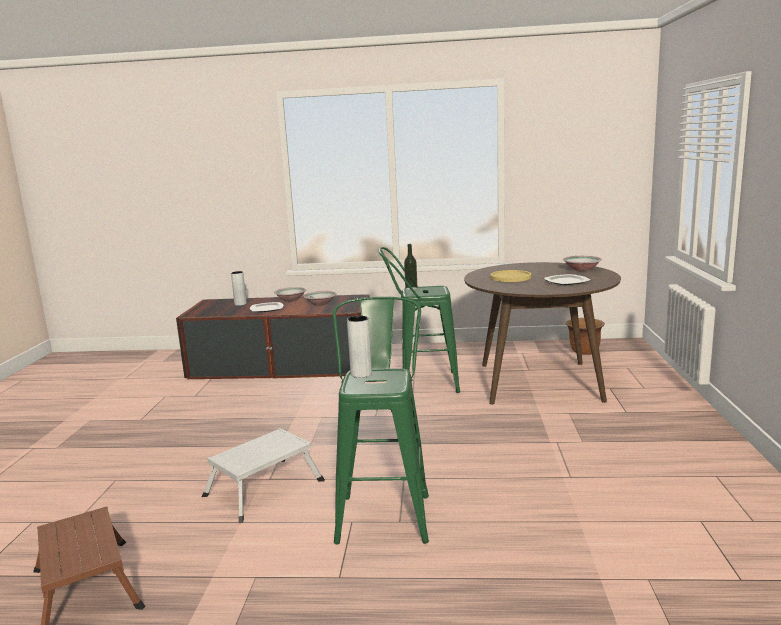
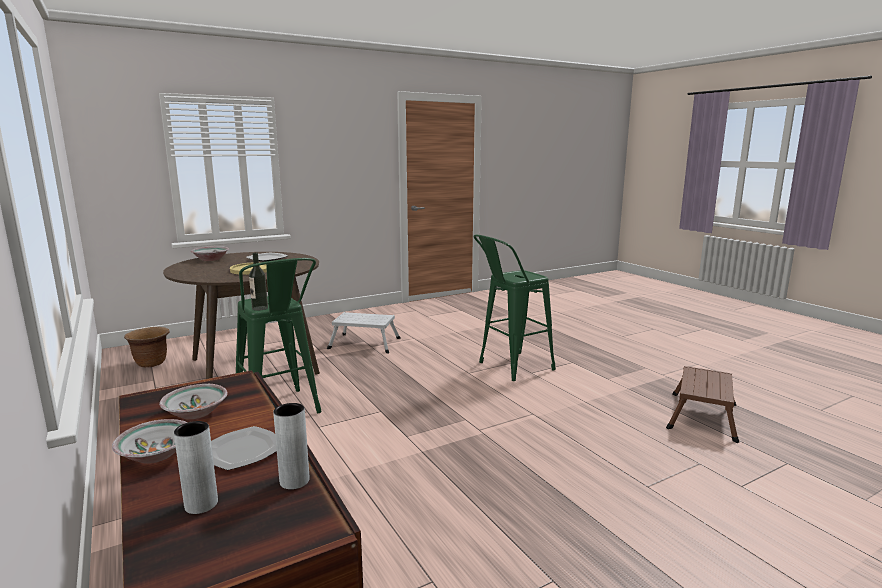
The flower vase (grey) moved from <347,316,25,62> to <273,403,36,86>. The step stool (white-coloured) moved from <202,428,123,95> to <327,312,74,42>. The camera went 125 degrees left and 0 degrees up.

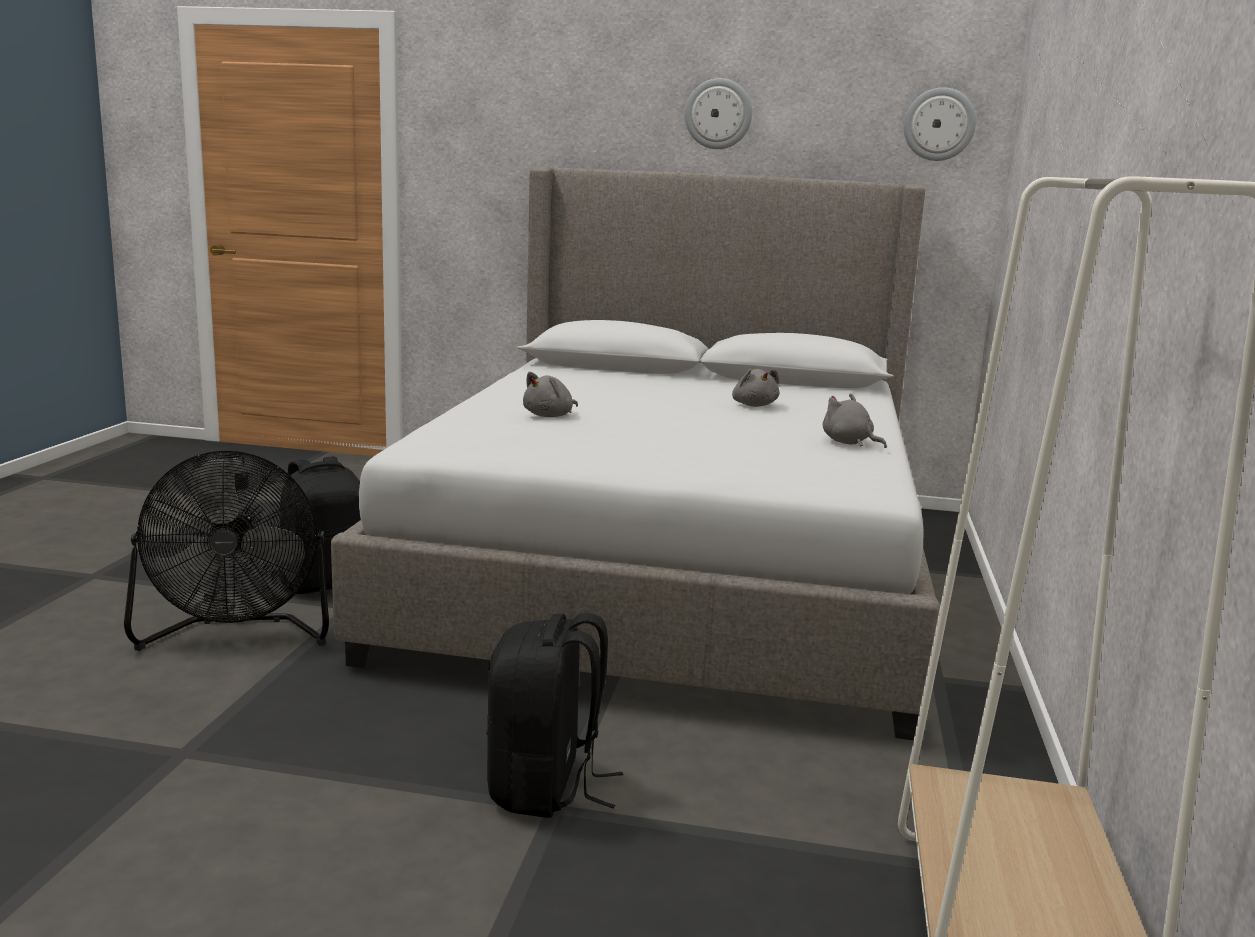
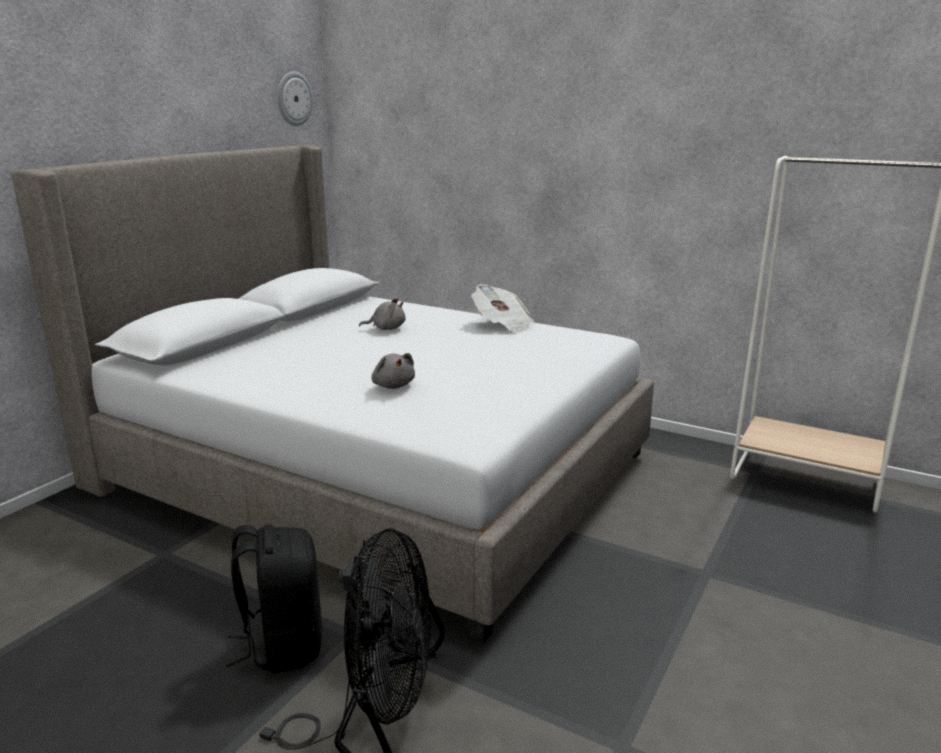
The soft toy (grey) at <823,393,64,55> was replaced by the printed paper at <471,284,63,49>. The knapsack (blackish) at <486,613,137,205> disappeared. The clock on the wall at <685,78,67,71> disappeared. The camera went 70 degrees left and 5 degrees up.

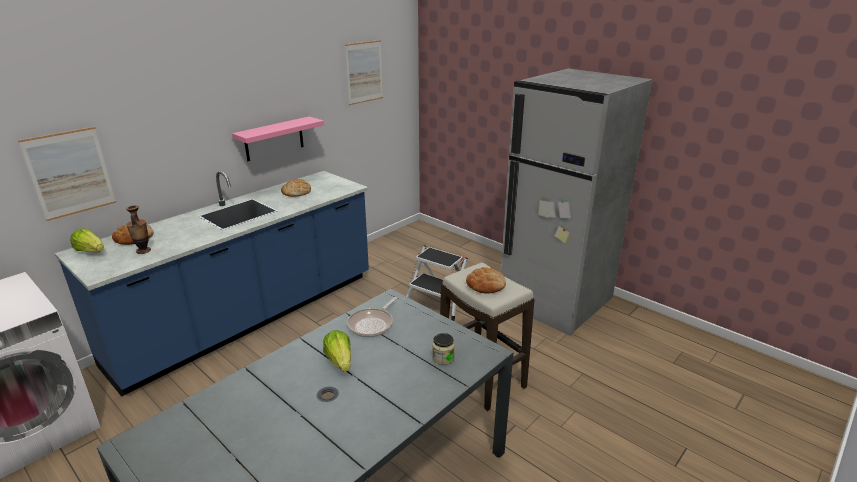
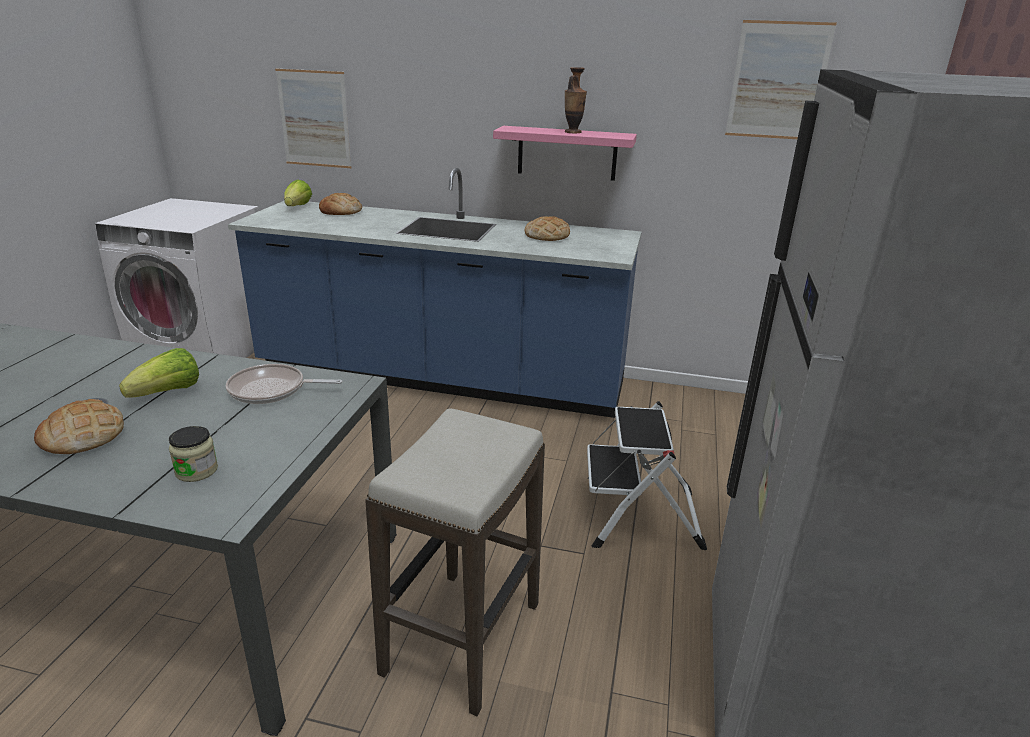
The bakery bread moved from <466,267,40,27> to <34,399,90,55>. The flower vase moved from <126,205,25,49> to <565,67,22,66>. The camera went 60 degrees right and 0 degrees up.

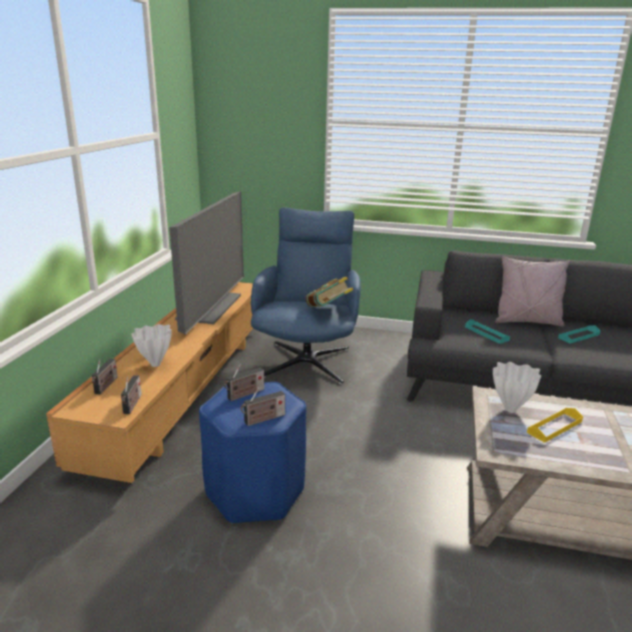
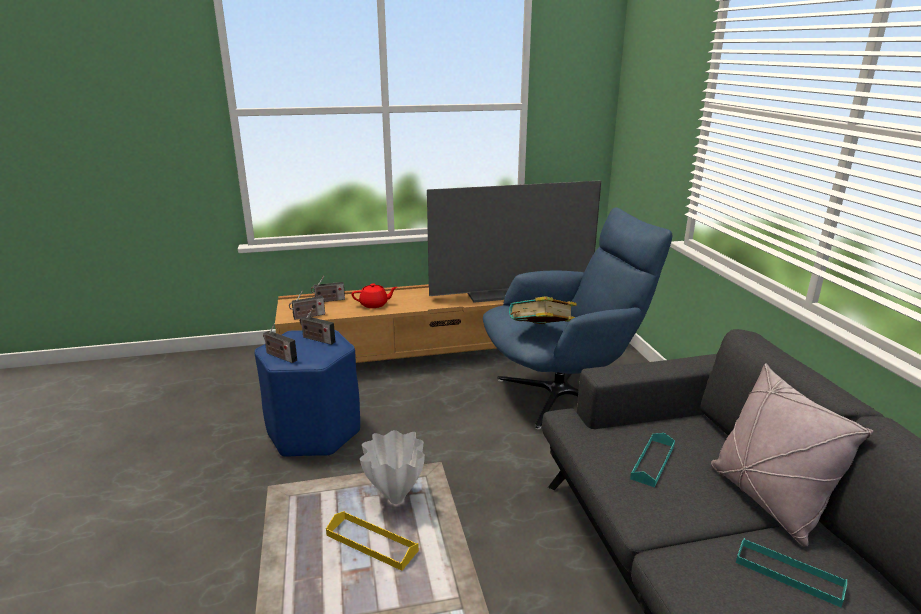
The flower vase (white-coloured) at <132,324,40,43> was replaced by the pot for tea (red-coloured) at <351,283,46,25>. The camera went 65 degrees right and 0 degrees up.

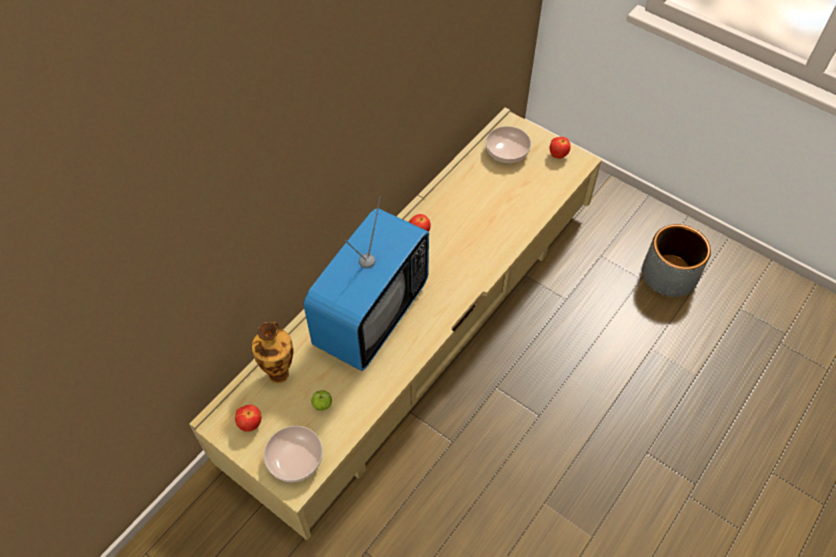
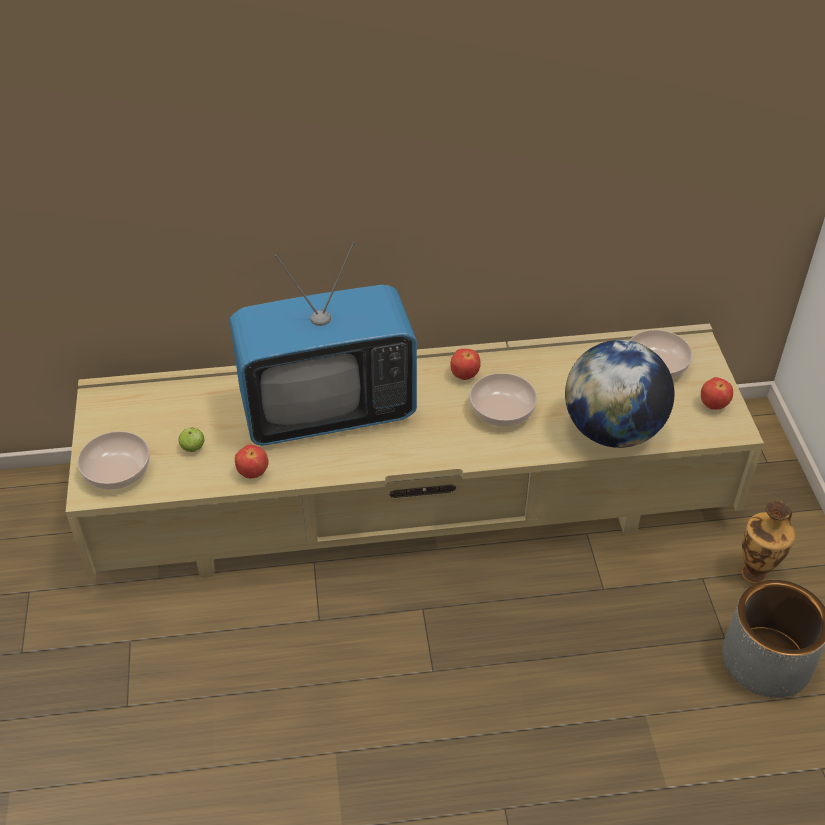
The whole apple moved from <235,405,27,27> to <235,444,34,35>. The bowl at <470,373,67,54> appeared. The desk globe at <565,340,109,108> appeared. The flower vase moved from <252,322,41,61> to <741,500,54,84>. The camera went 45 degrees right and 10 degrees down.

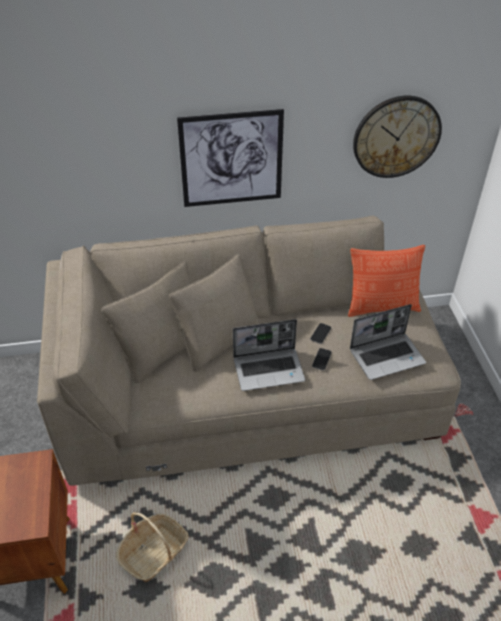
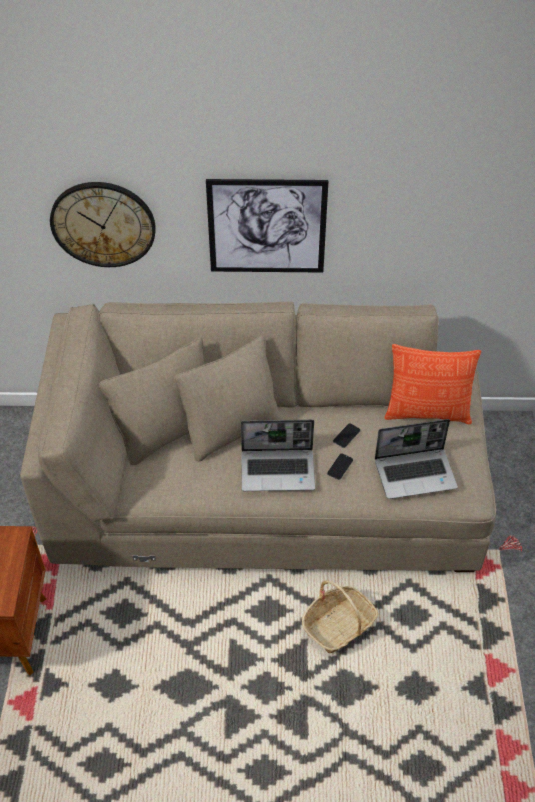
The clock on the wall moved from <353,96,89,82> to <50,182,106,85>. The basket moved from <116,512,73,70> to <302,580,76,73>. The camera went 10 degrees right and 5 degrees up.

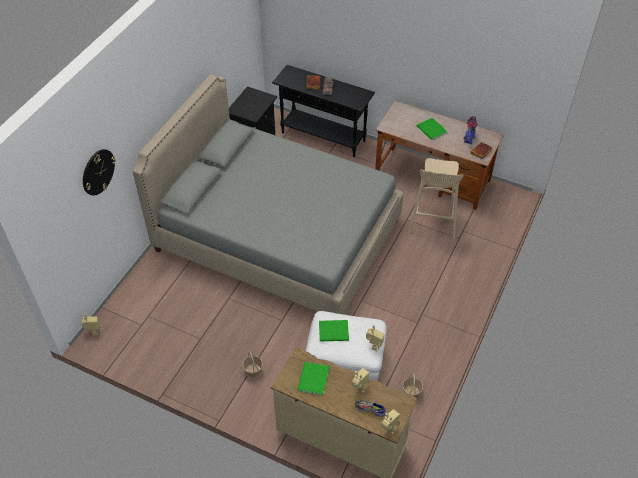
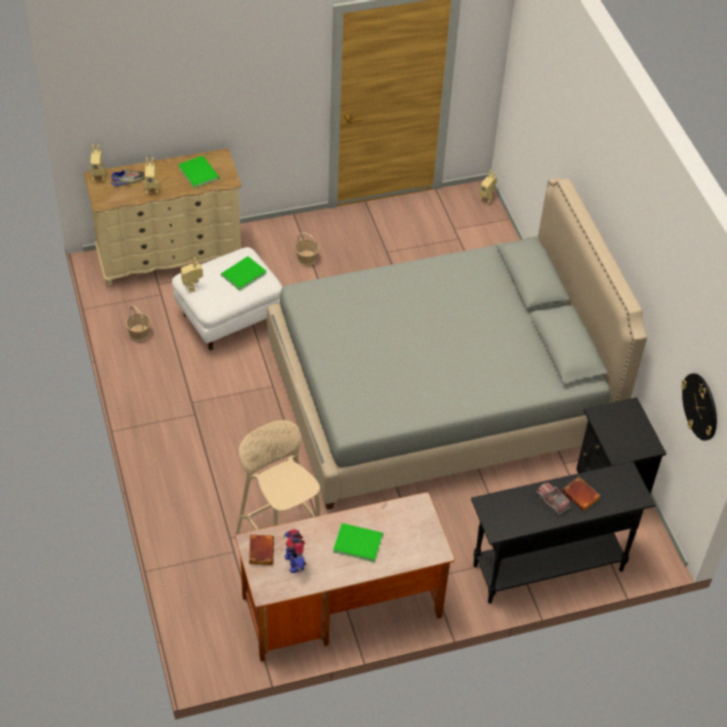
The clock on the wall moved from <83,149,33,47> to <681,373,36,68>. The camera went 135 degrees right and 0 degrees up.

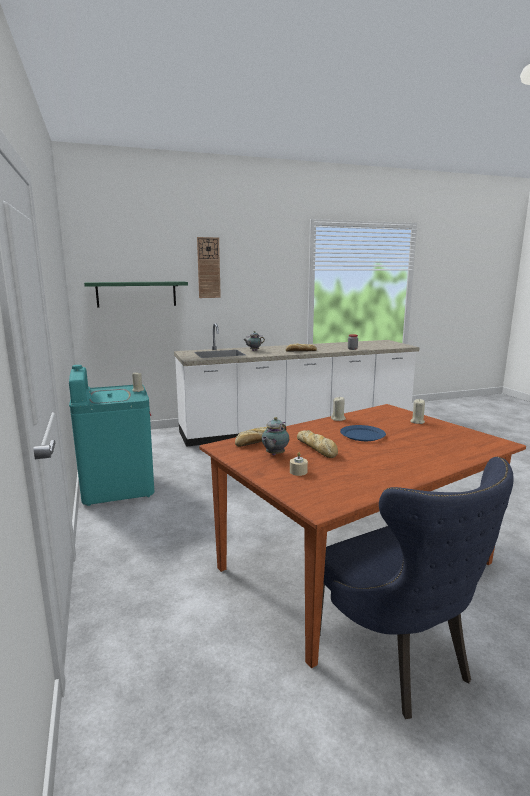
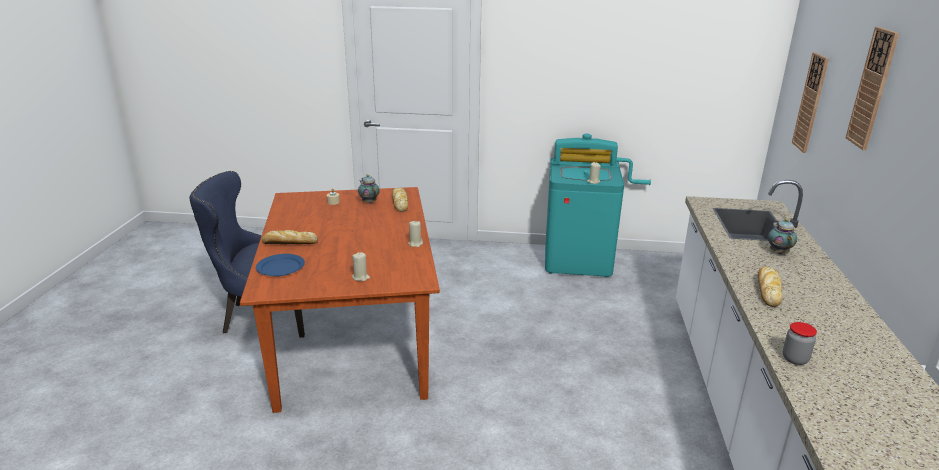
The flat dish (blue) moved from <340,425,46,16> to <256,254,49,22>. The bakery bread moved from <297,430,41,28> to <262,230,56,14>. The wall shelf (greenish) at <84,281,104,27> was replaced by the clock on the wall at <792,52,37,101>. The camera went 115 degrees right and 10 degrees up.

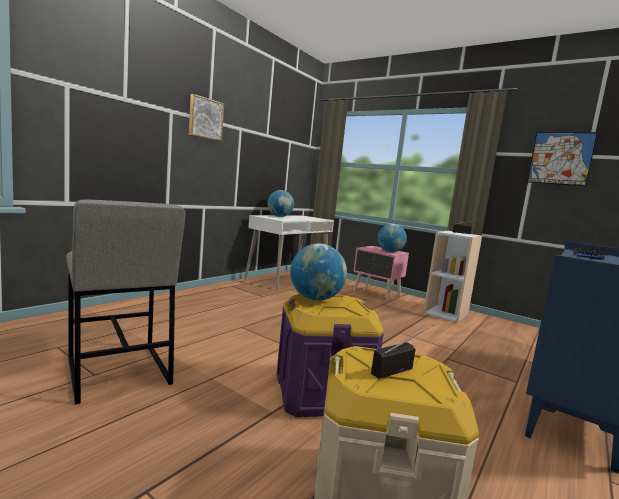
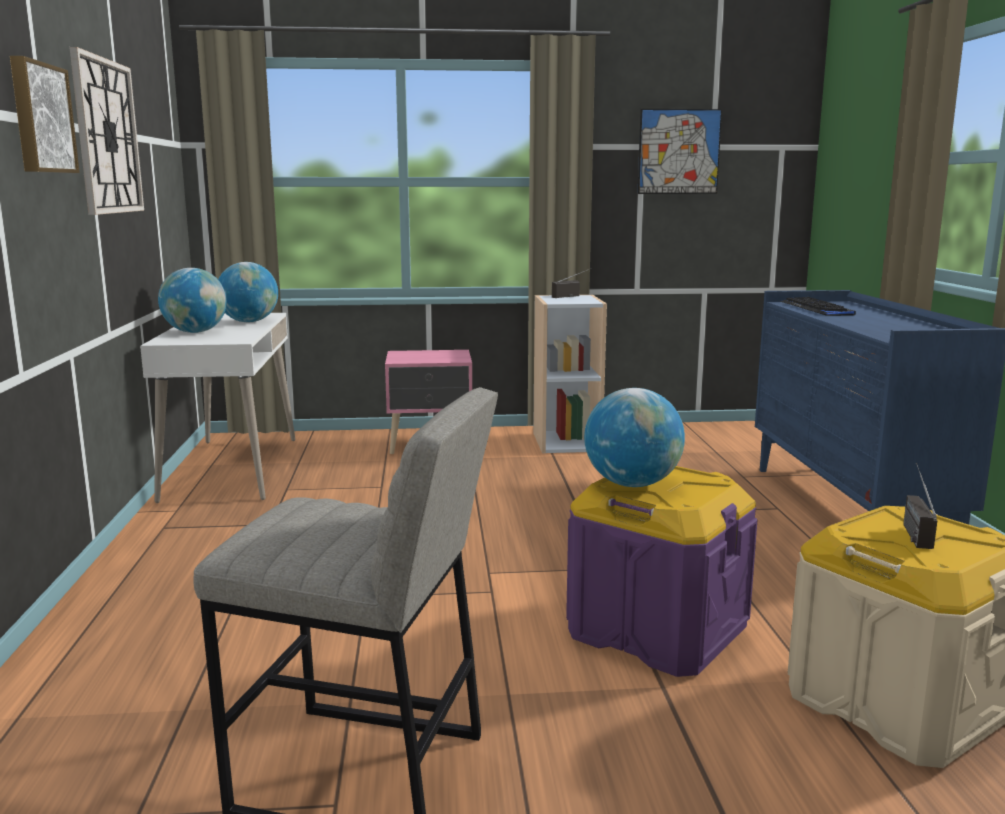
The clock on the wall at <69,47,75,168> appeared. The desk globe moved from <378,224,29,28> to <218,262,60,60>. The camera went 40 degrees left and 5 degrees up.

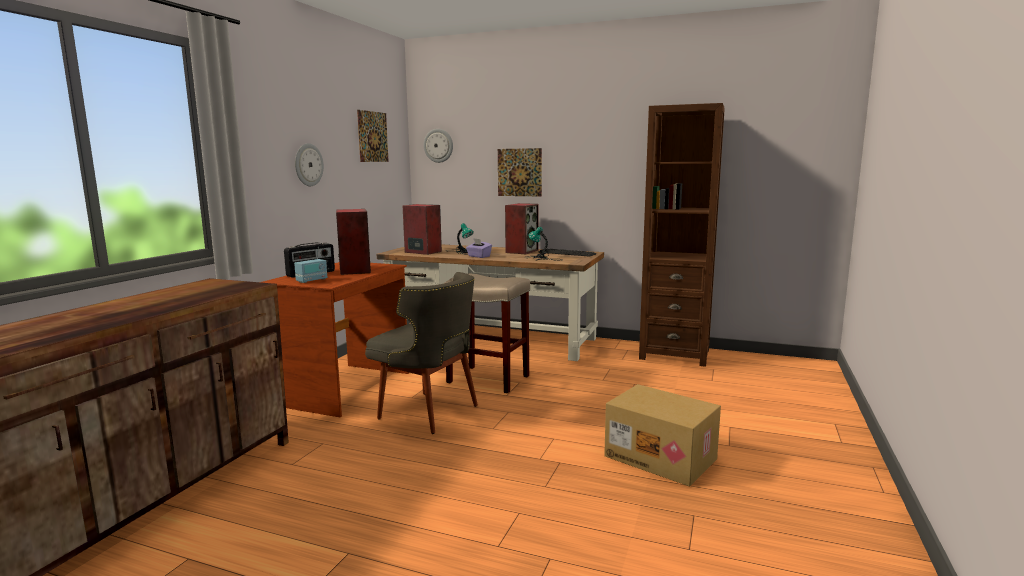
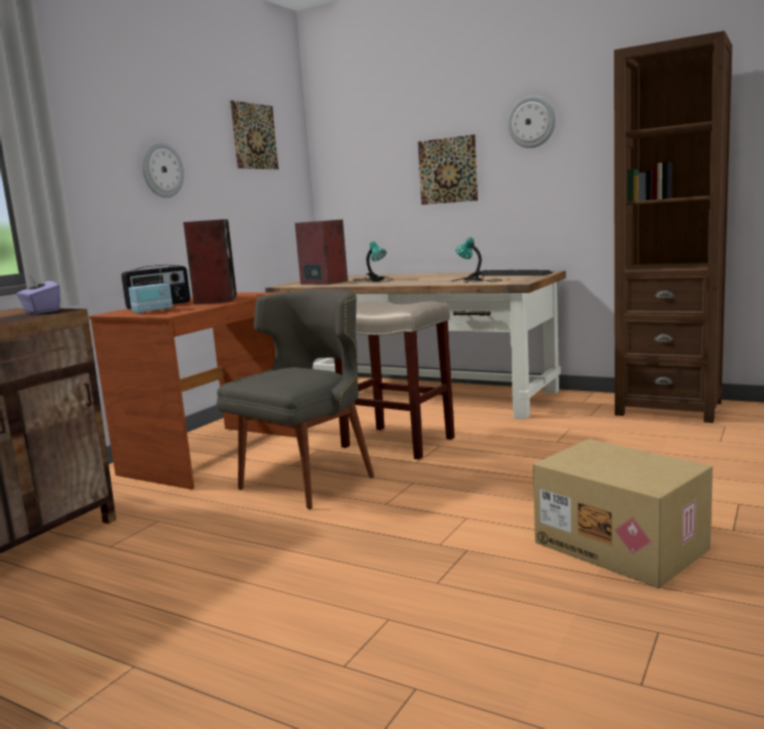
The tissue holder (purple-coloured) moved from <466,239,26,19> to <16,274,44,40>. The chair (grey) at <365,272,113,162> turned 90 degrees counterclockwise. The clock on the wall moved from <424,129,29,34> to <507,95,49,53>. The audio speaker at <505,203,34,51> disappeared. The camera went 10 degrees right and 0 degrees up.

